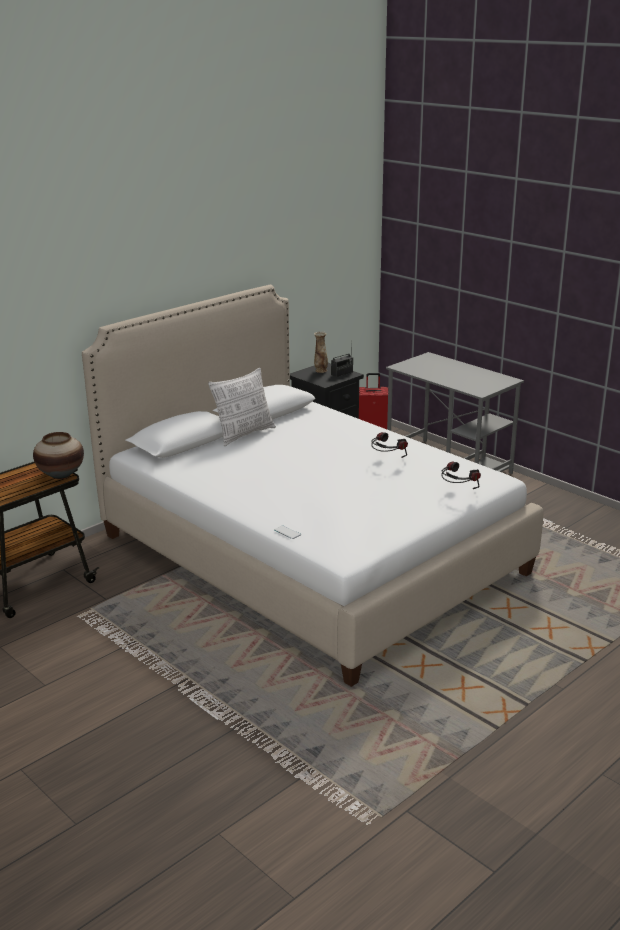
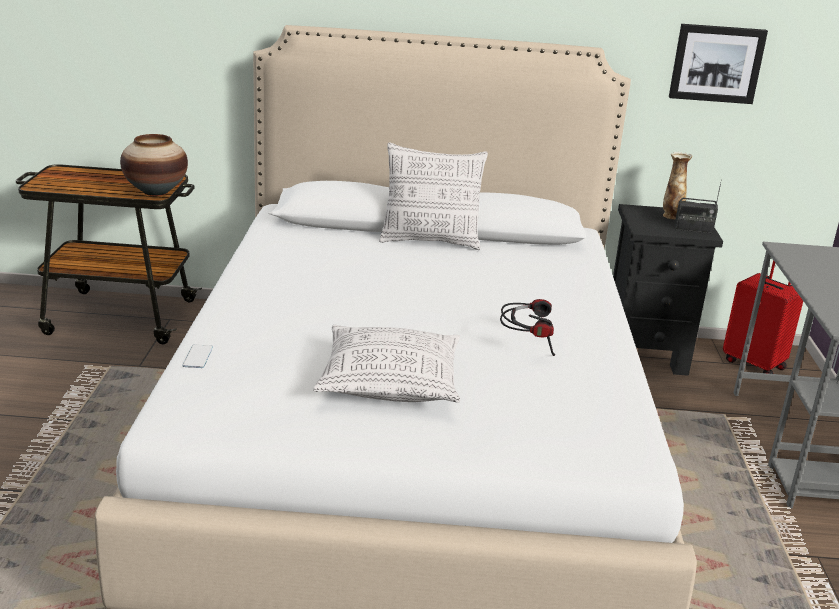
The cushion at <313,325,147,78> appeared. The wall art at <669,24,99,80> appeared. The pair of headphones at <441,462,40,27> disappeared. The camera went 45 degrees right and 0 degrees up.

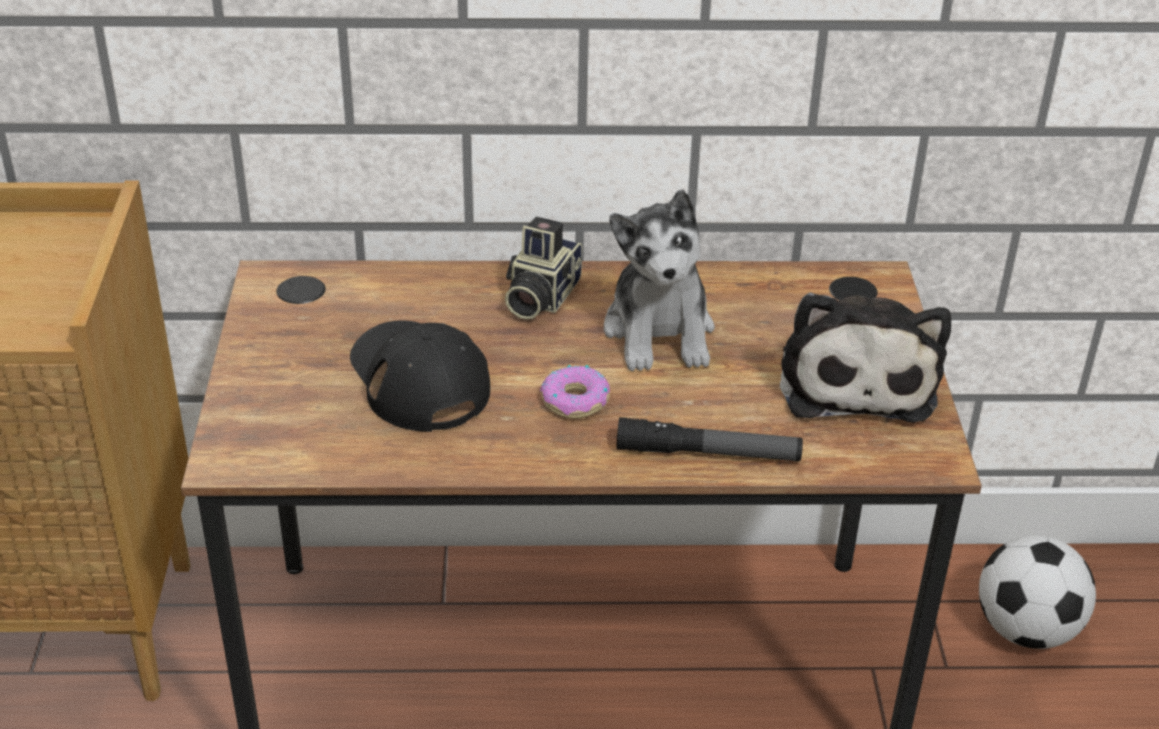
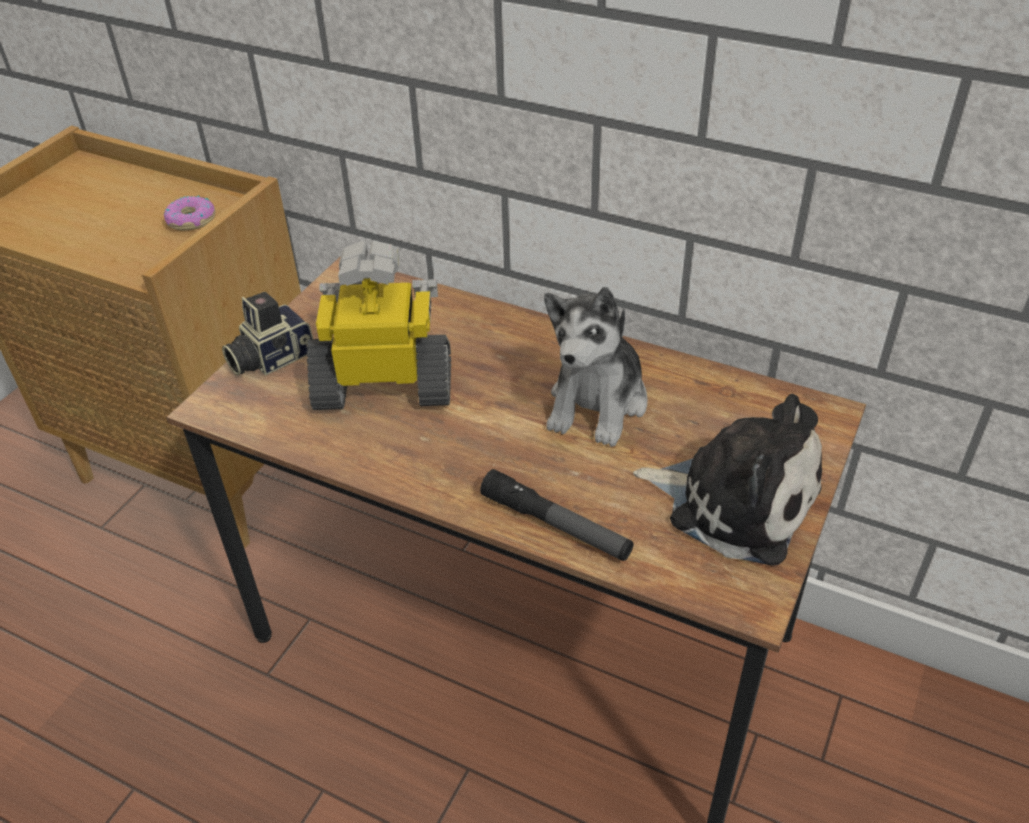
The doughnut moved from <540,365,70,54> to <164,196,52,34>. The still camera moved from <505,217,77,103> to <222,292,91,84>. The peaked cap (blackish) at <350,320,140,112> was replaced by the robot figure at <306,241,145,169>. The soft toy at <780,292,171,131> turned 90 degrees counterclockwise. The football ball at <979,535,117,114> disappeared. The camera went 30 degrees right and 5 degrees up.

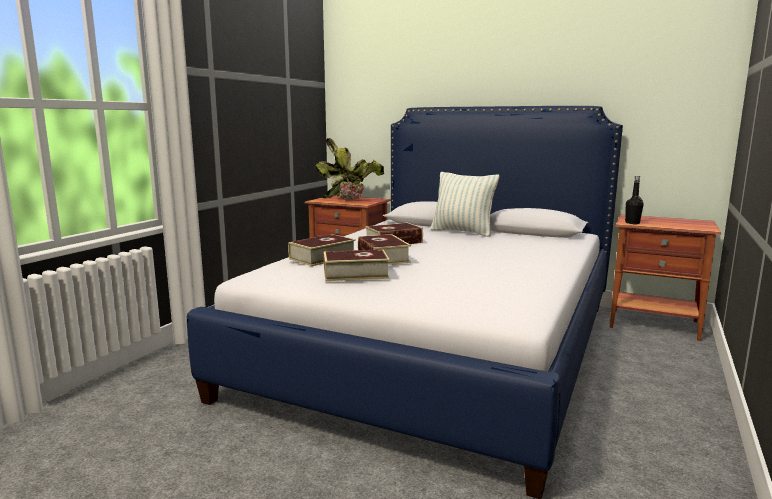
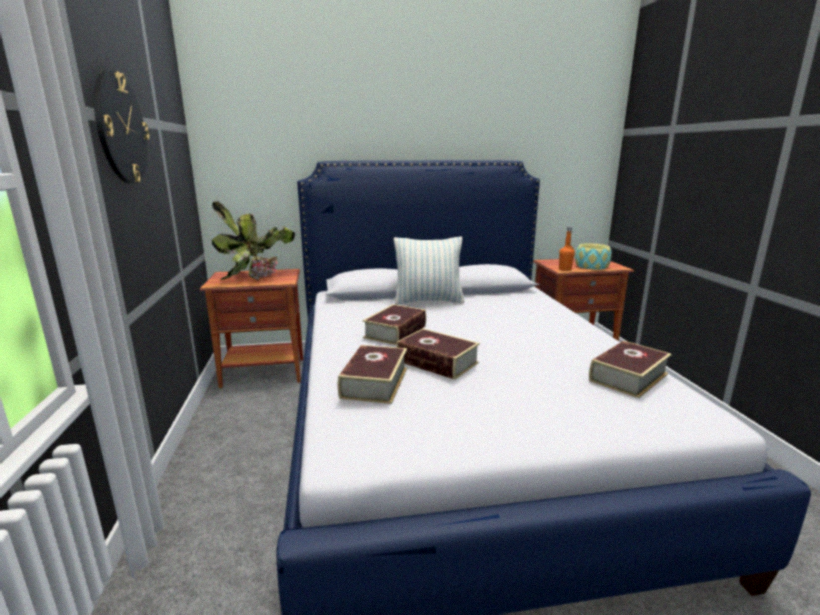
The clock on the wall at <94,70,56,113> appeared. The bottle (blackish) at <625,176,19,48> became the bottle (orange) at <559,227,16,44>. The bowl at <575,243,37,27> appeared. The book moved from <324,249,65,32> to <589,341,83,58>. The camera went 35 degrees left and 5 degrees up.

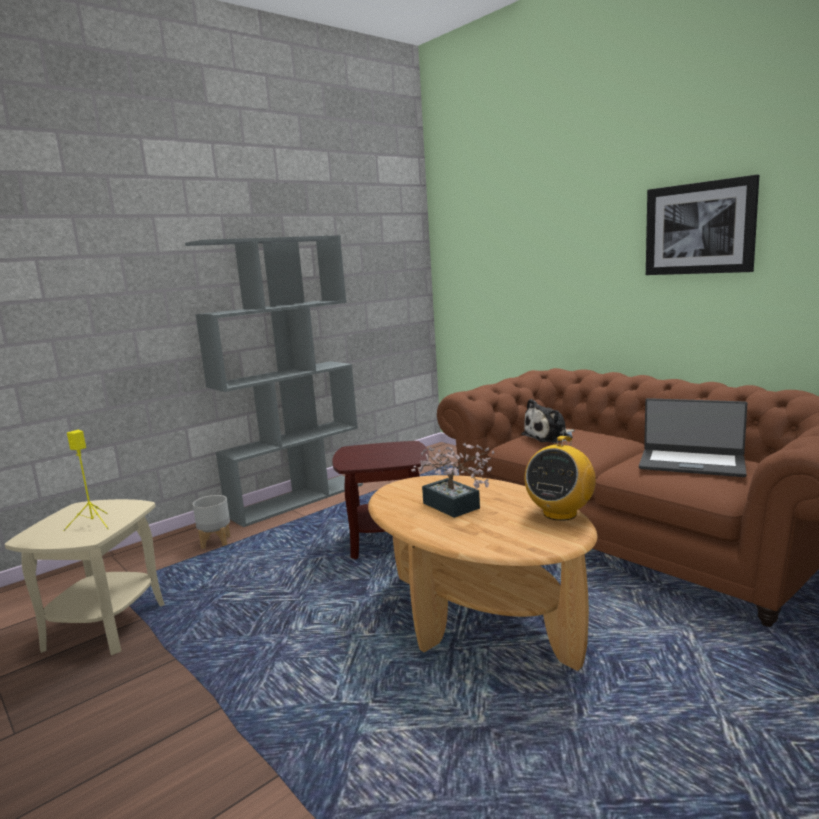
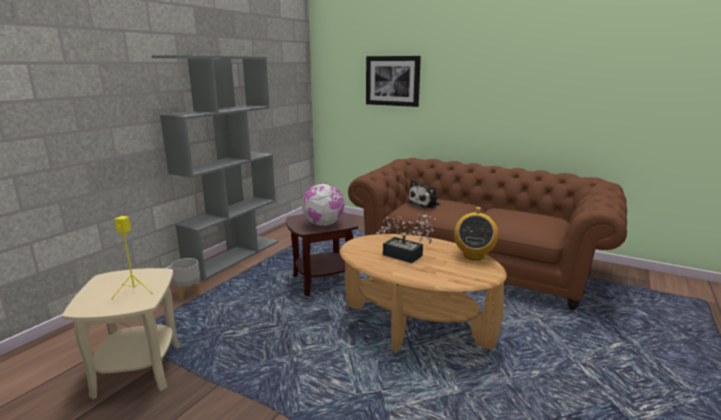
The desk globe at <302,183,43,43> appeared. The wall art moved from <646,175,113,100> to <366,56,55,51>. The portable computer at <639,398,108,79> disappeared. The camera went 20 degrees left and 5 degrees up.

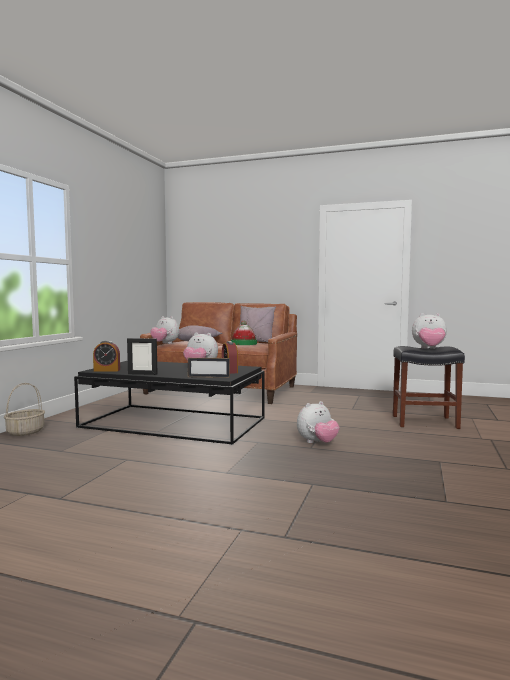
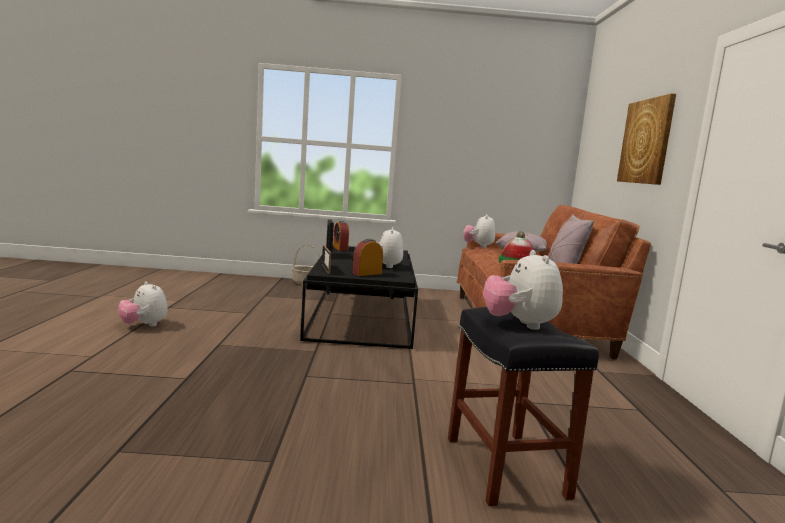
The soft toy moved from <297,401,43,42> to <118,281,50,46>. The wall art at <617,93,59,92> appeared. The camera went 70 degrees right and 5 degrees up.

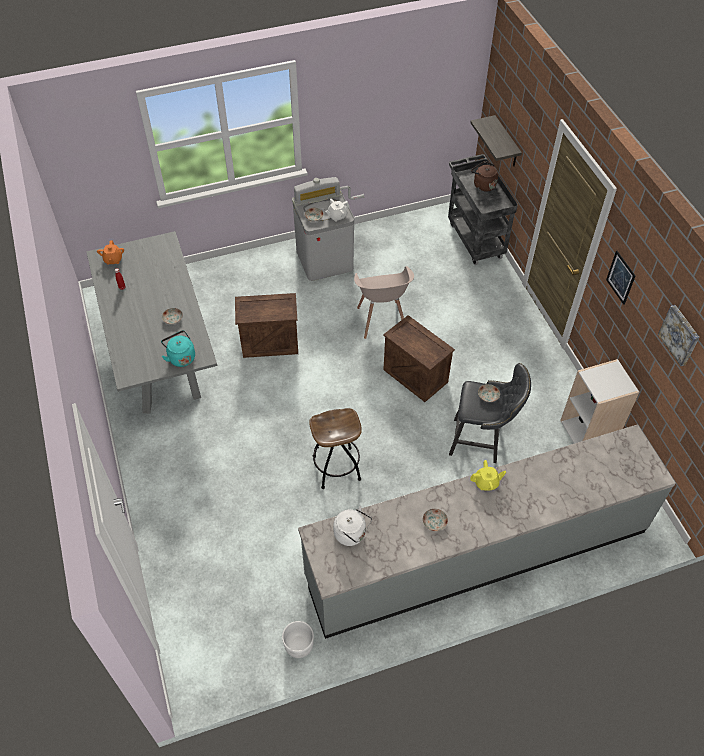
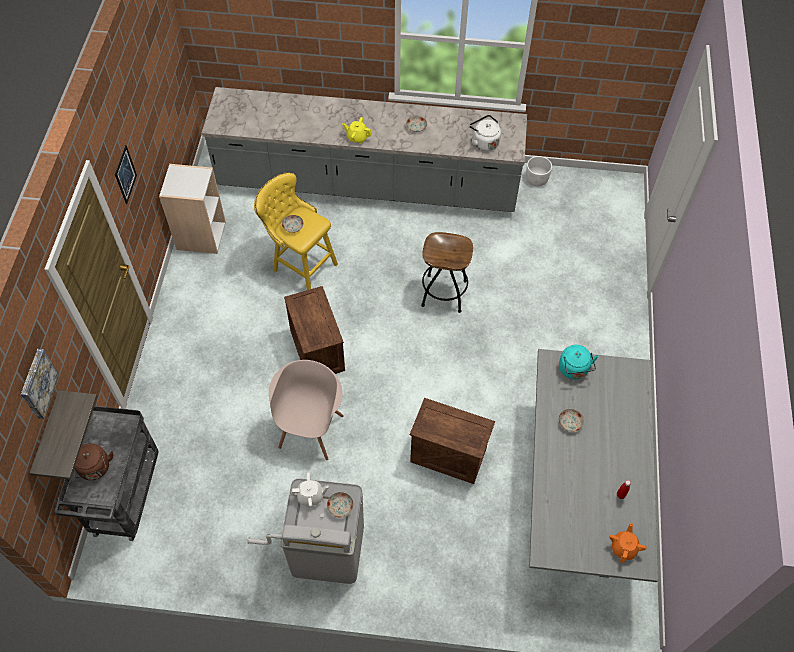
The wall art moved from <658,305,41,61> to <21,349,38,70>. The sitting stool (grey) at <449,363,82,100> became the sitting stool (yellow-coloured) at <254,173,84,117>. The camera went 155 degrees left and 5 degrees up.

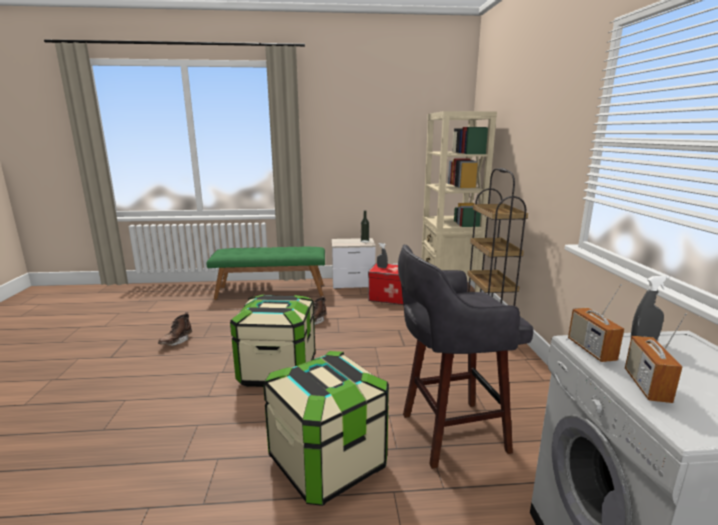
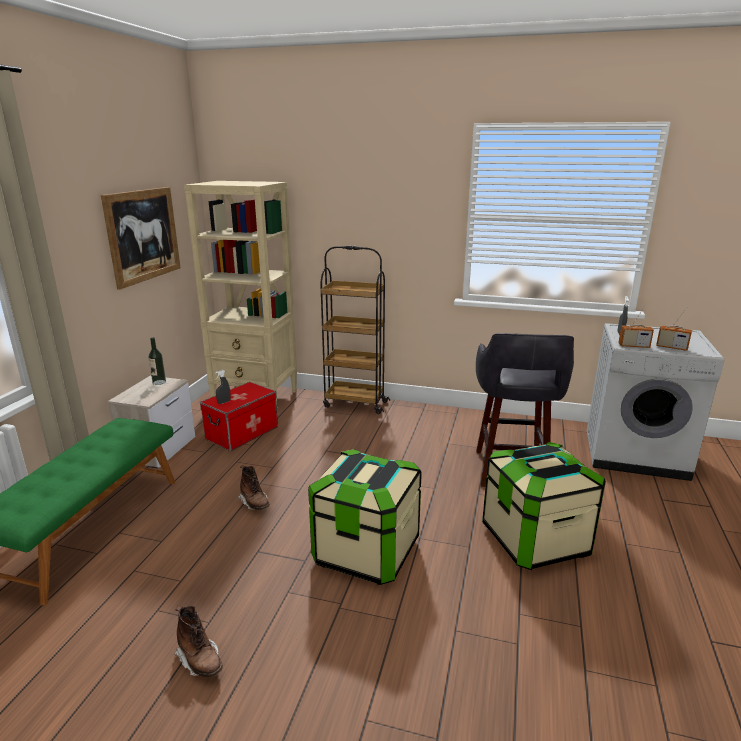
The wall art at <101,187,80,103> appeared. The camera went 70 degrees left and 5 degrees up.

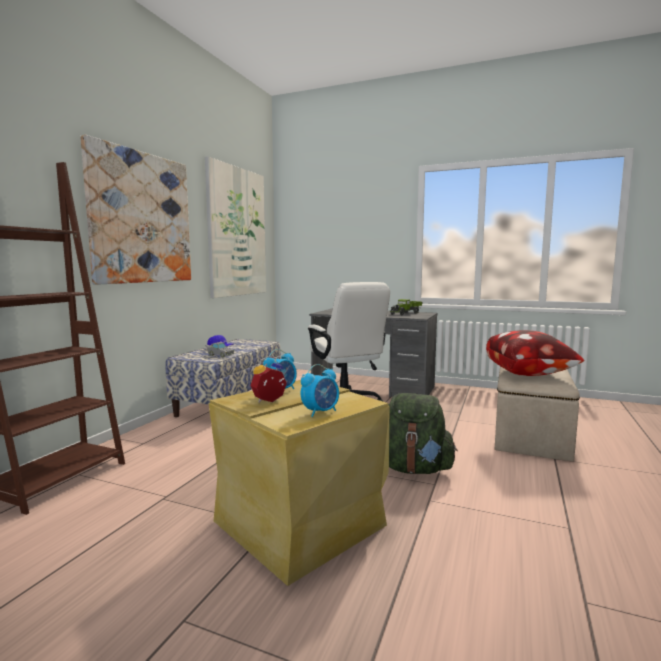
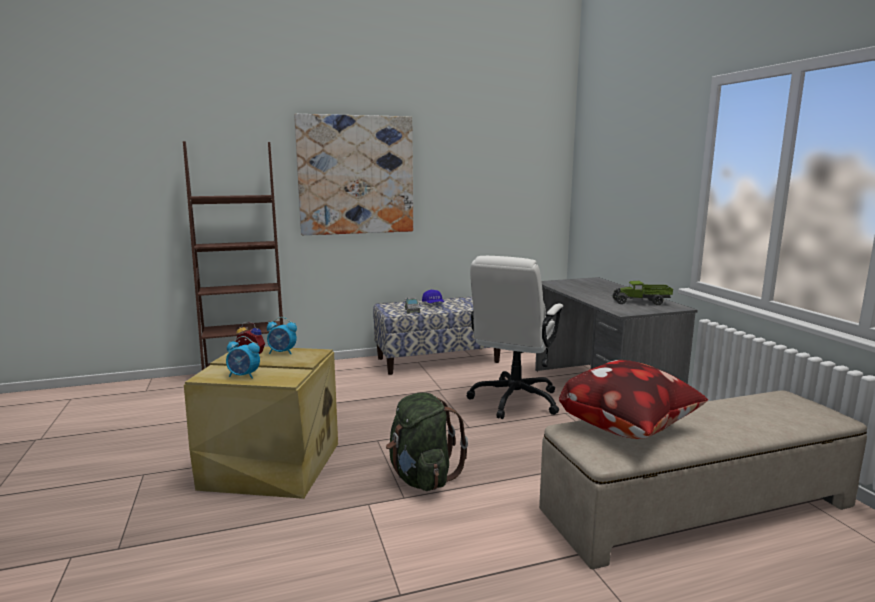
The wall art at <205,157,61,141> disappeared. The camera went 50 degrees right and 5 degrees up.

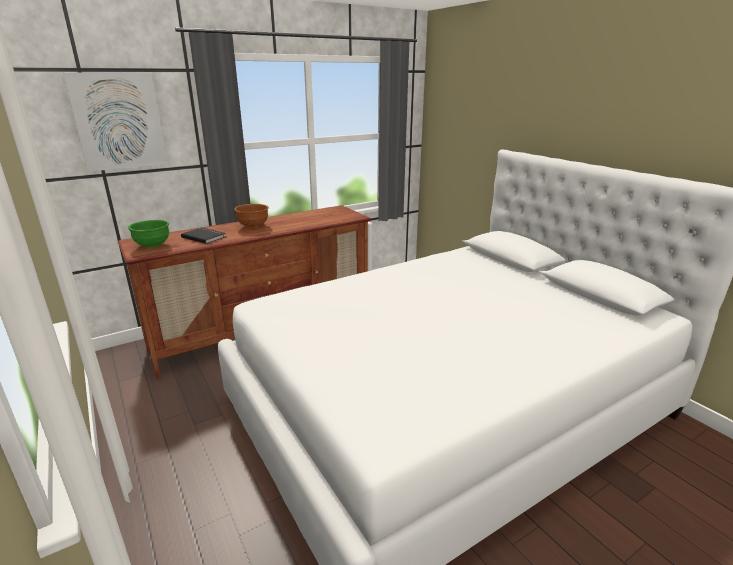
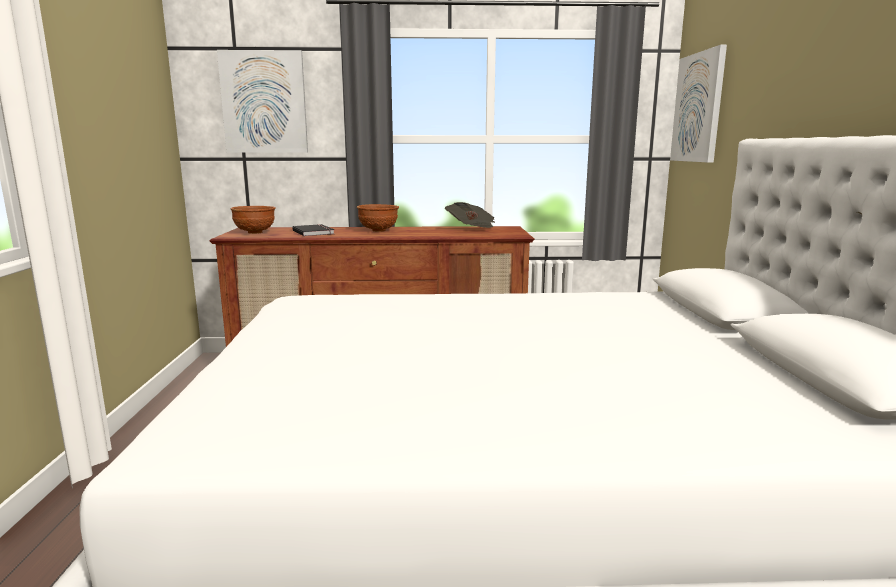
The bowl (greenish) at <128,220,41,28> became the bowl (brown-coloured) at <230,206,46,28>. The printed paper at <445,202,50,26> appeared. The wall art at <670,45,57,118> appeared. The camera went 30 degrees right and 10 degrees down.

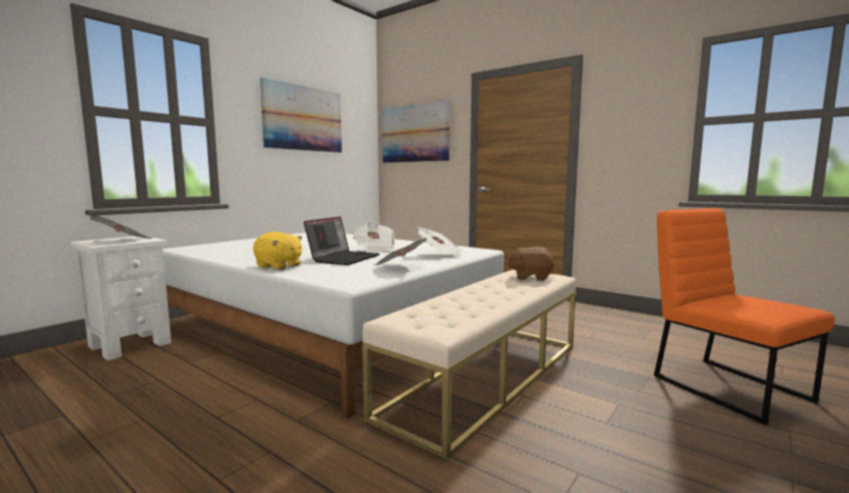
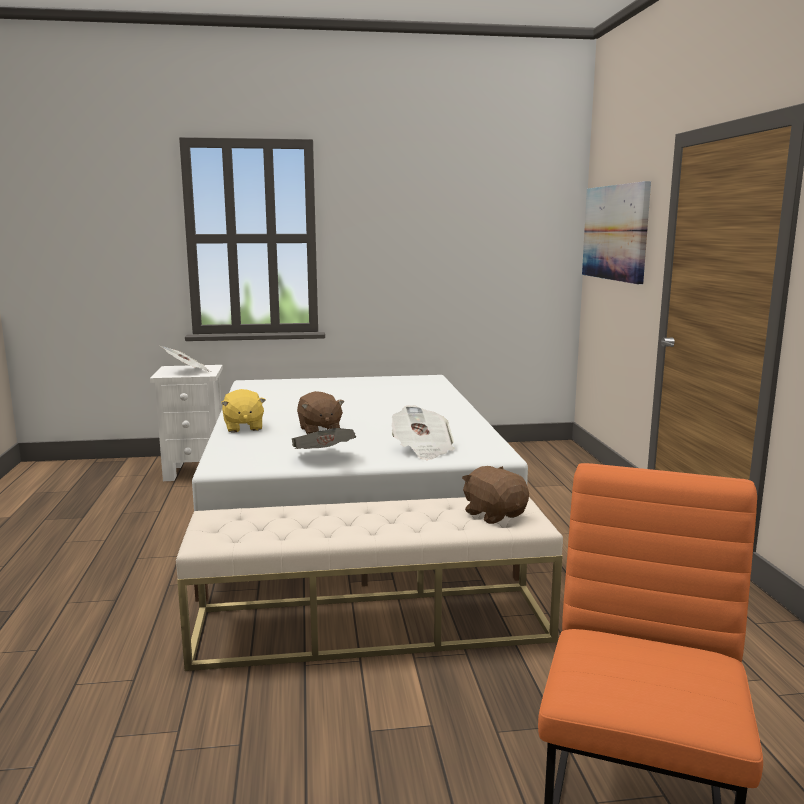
The portable computer at <304,216,76,49> was replaced by the soft toy (brown-coloured) at <297,391,47,43>. The wall art at <260,78,82,75> disappeared. The printed paper at <353,222,42,31> disappeared. The camera went 45 degrees right and 5 degrees up.

